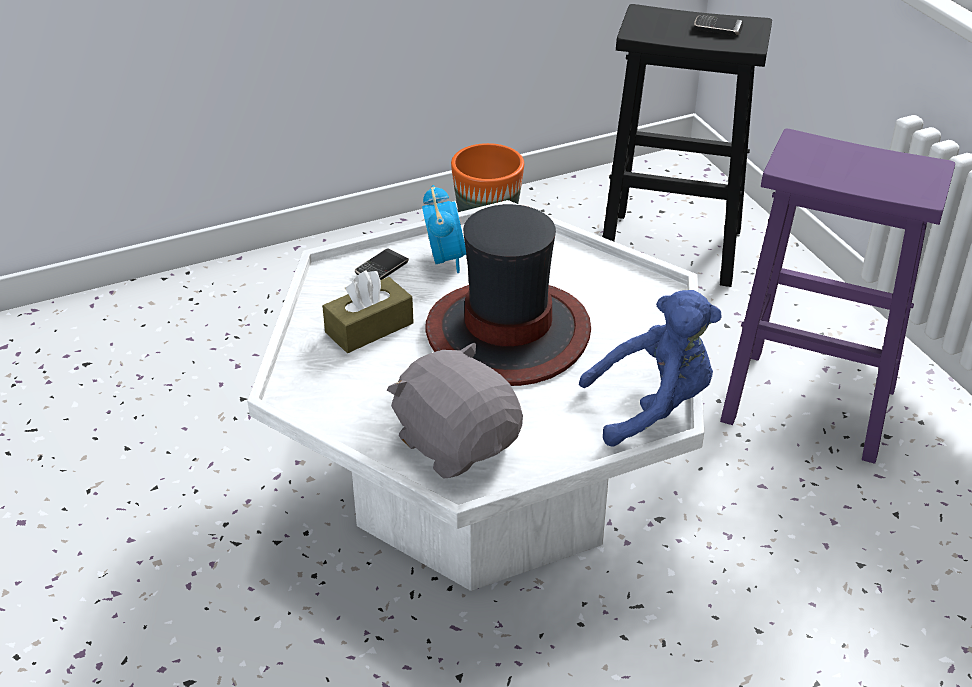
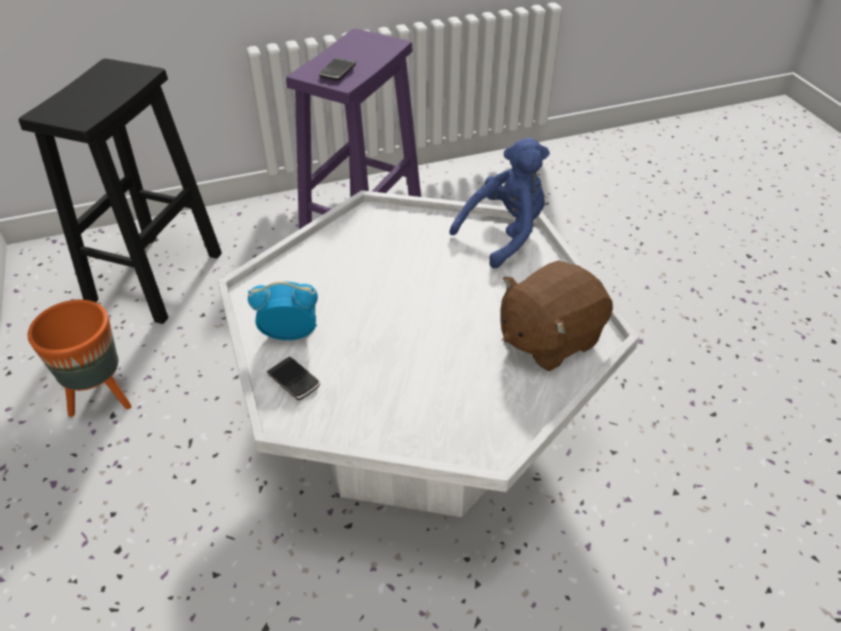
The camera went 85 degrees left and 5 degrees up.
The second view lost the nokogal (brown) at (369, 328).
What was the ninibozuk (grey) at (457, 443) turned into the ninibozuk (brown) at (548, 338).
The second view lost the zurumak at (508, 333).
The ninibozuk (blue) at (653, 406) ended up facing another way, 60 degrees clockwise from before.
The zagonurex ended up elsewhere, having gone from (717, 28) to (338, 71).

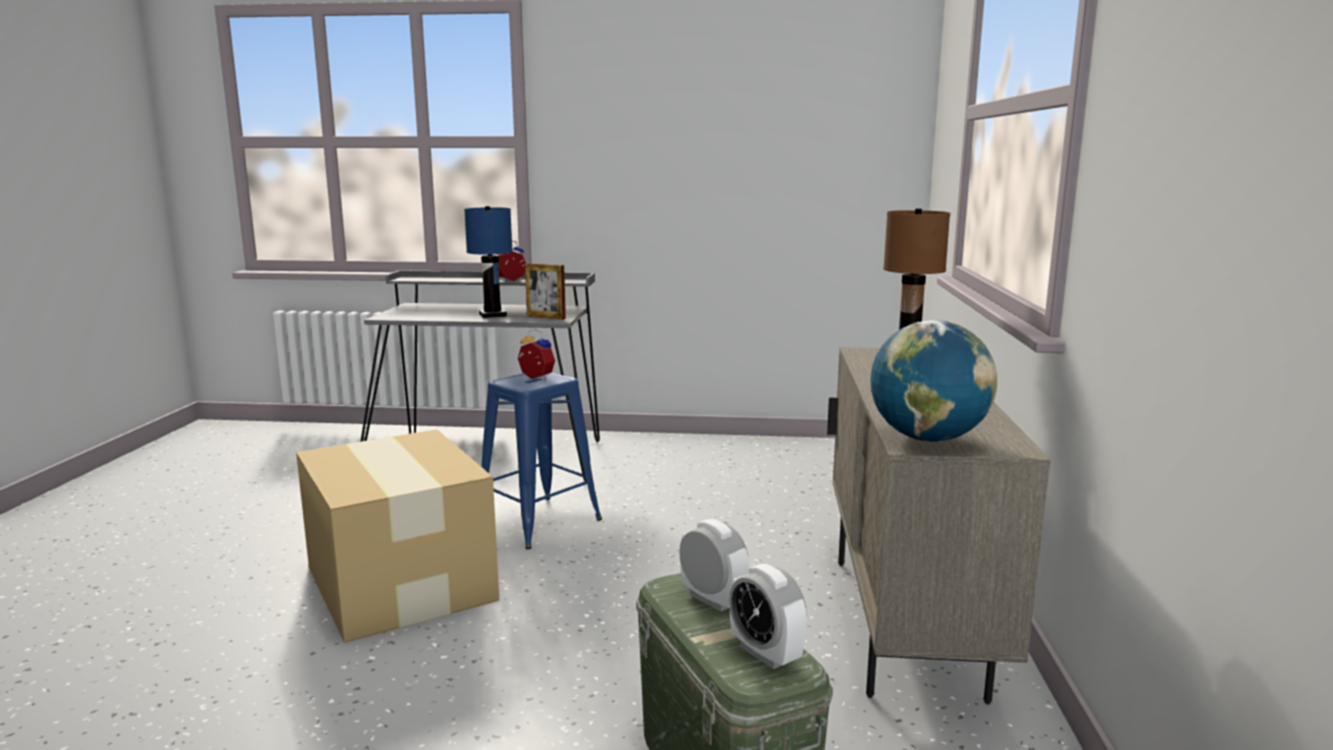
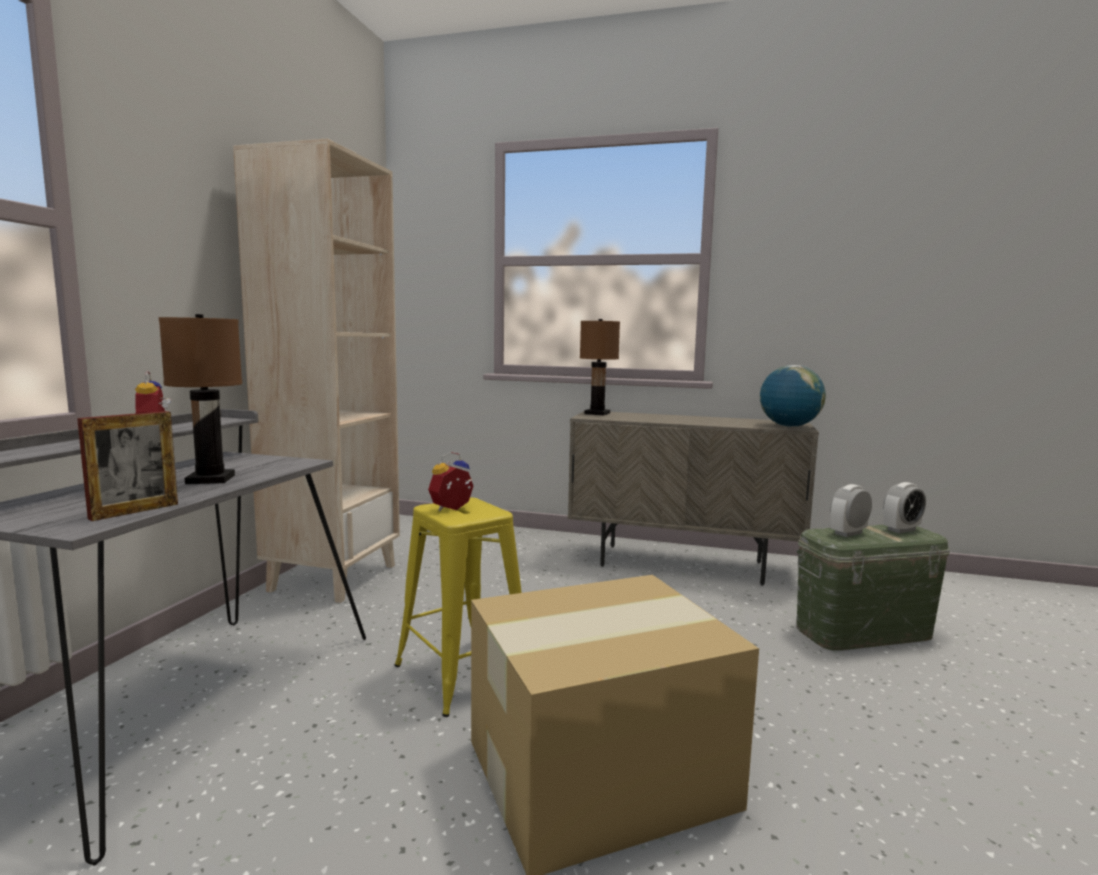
The camera went 80 degrees left and 5 degrees down.
What was the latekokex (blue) at (492, 315) turned into the latekokex (brown) at (211, 479).
What was the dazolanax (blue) at (538, 522) turned into the dazolanax (yellow) at (462, 674).
The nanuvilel ended up elsewhere, having gone from (546, 317) to (134, 511).
The second view gained the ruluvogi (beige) at (333, 577).

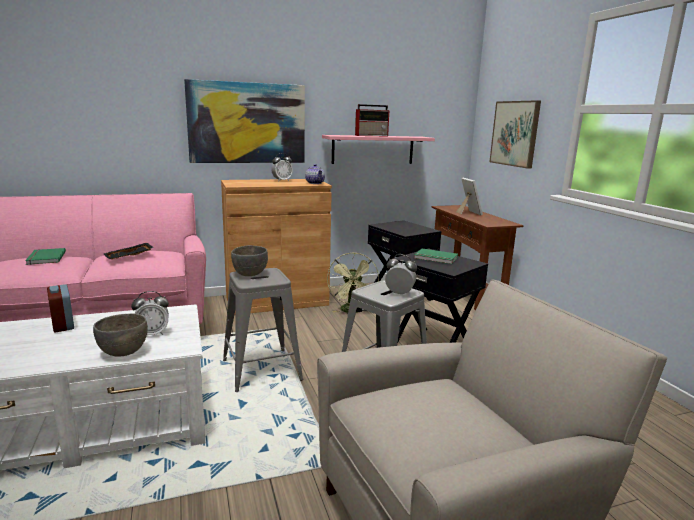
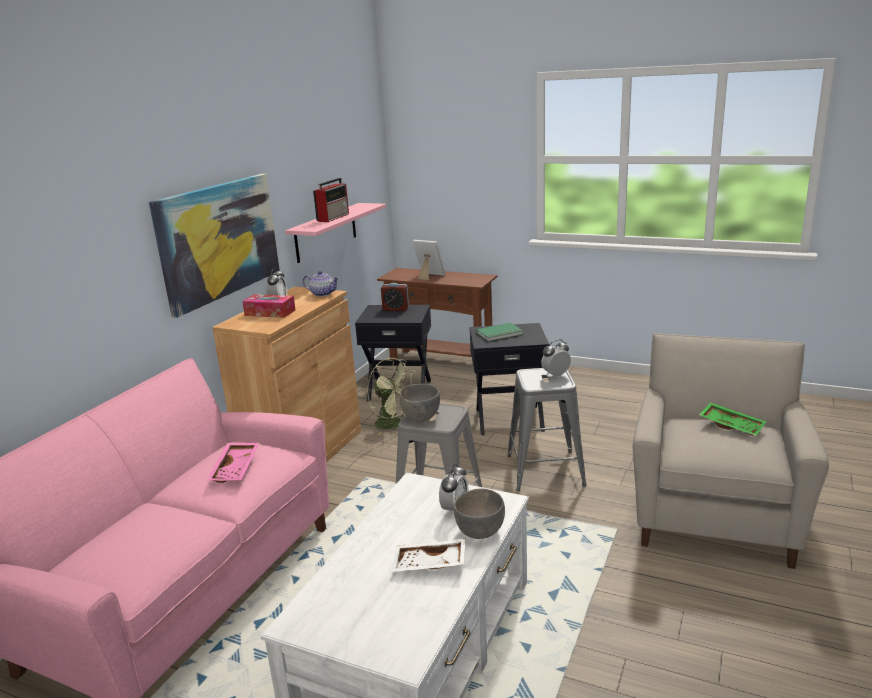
The camera went 45 degrees left and 5 degrees up.
The second view lost the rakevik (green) at (45, 258).
The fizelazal ended up elsewhere, having gone from (63, 325) to (395, 309).
What was the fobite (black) at (129, 257) turned into the fobite (pink) at (236, 468).
The second view lost the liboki at (515, 133).
The second view gained the nokogal at (270, 313).
The second view gained the fobite (white) at (429, 565).
The second view gained the fobite (green) at (731, 425).

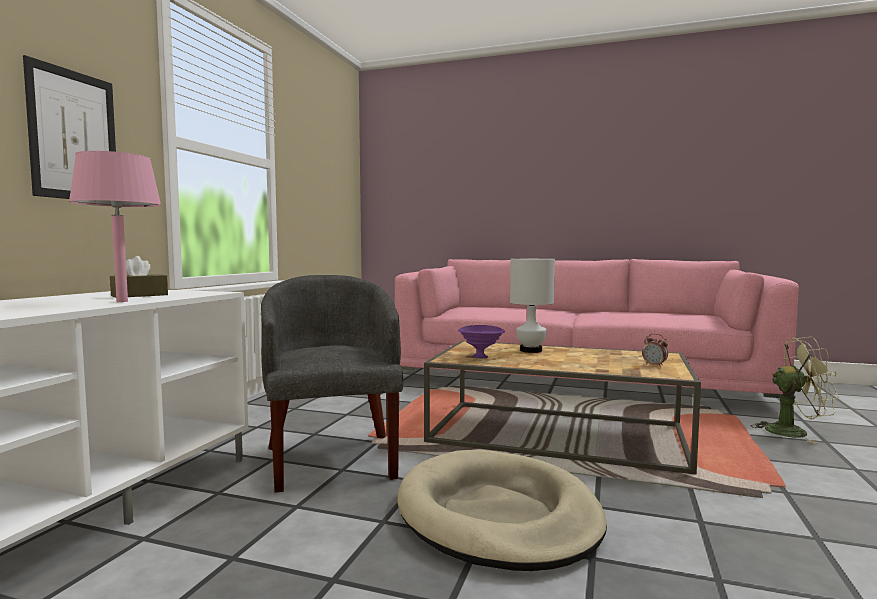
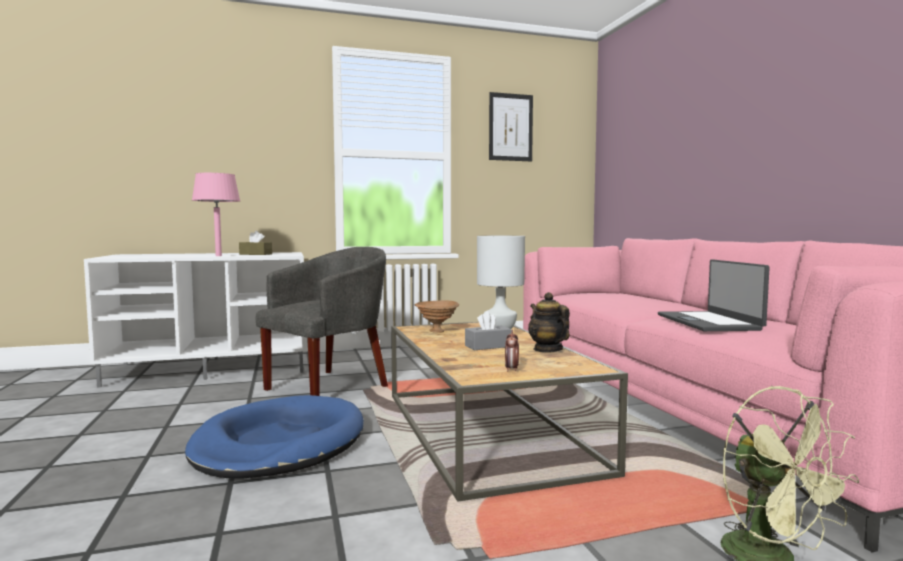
The camera went 55 degrees right and 0 degrees up.
The liboki ended up elsewhere, having gone from (74, 135) to (510, 127).
What was the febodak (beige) at (497, 515) turned into the febodak (blue) at (279, 443).
What was the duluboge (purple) at (481, 357) turned into the duluboge (brown) at (437, 331).
The second view gained the nokogal (grey) at (488, 346).
The second view gained the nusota at (547, 349).
The second view gained the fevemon at (708, 322).

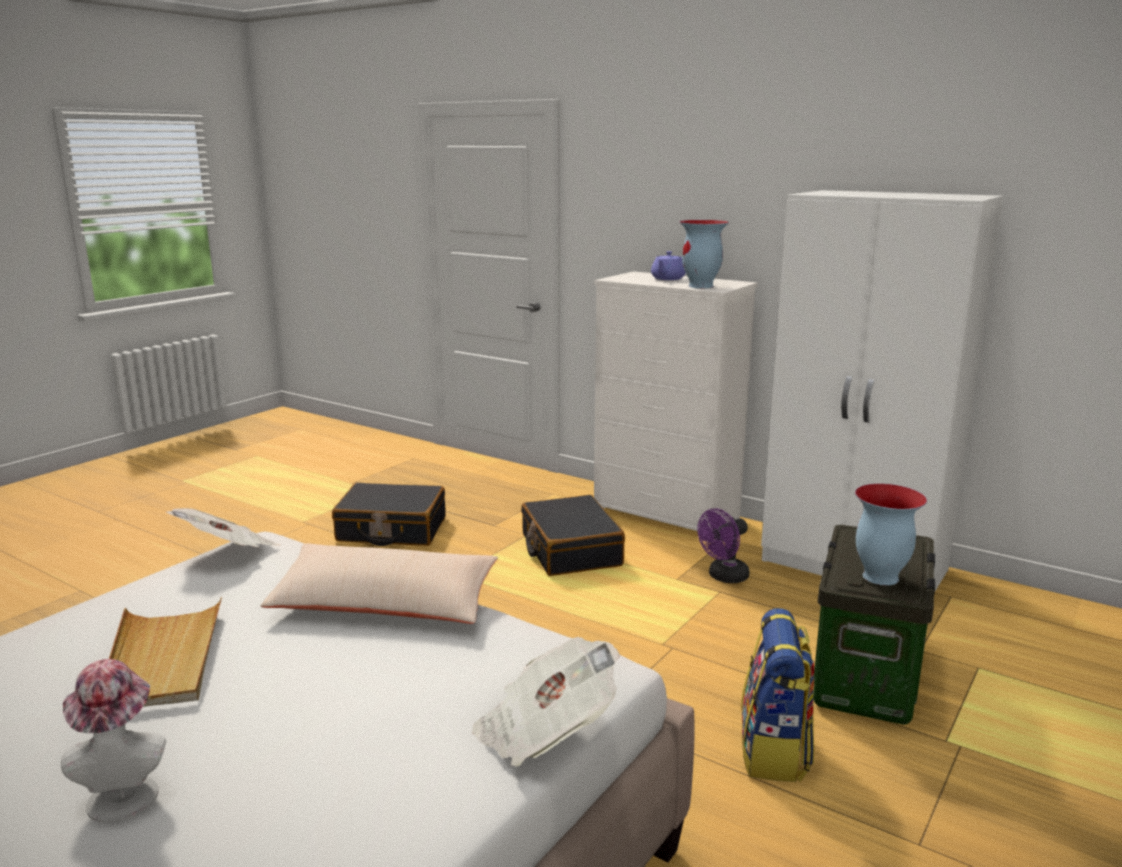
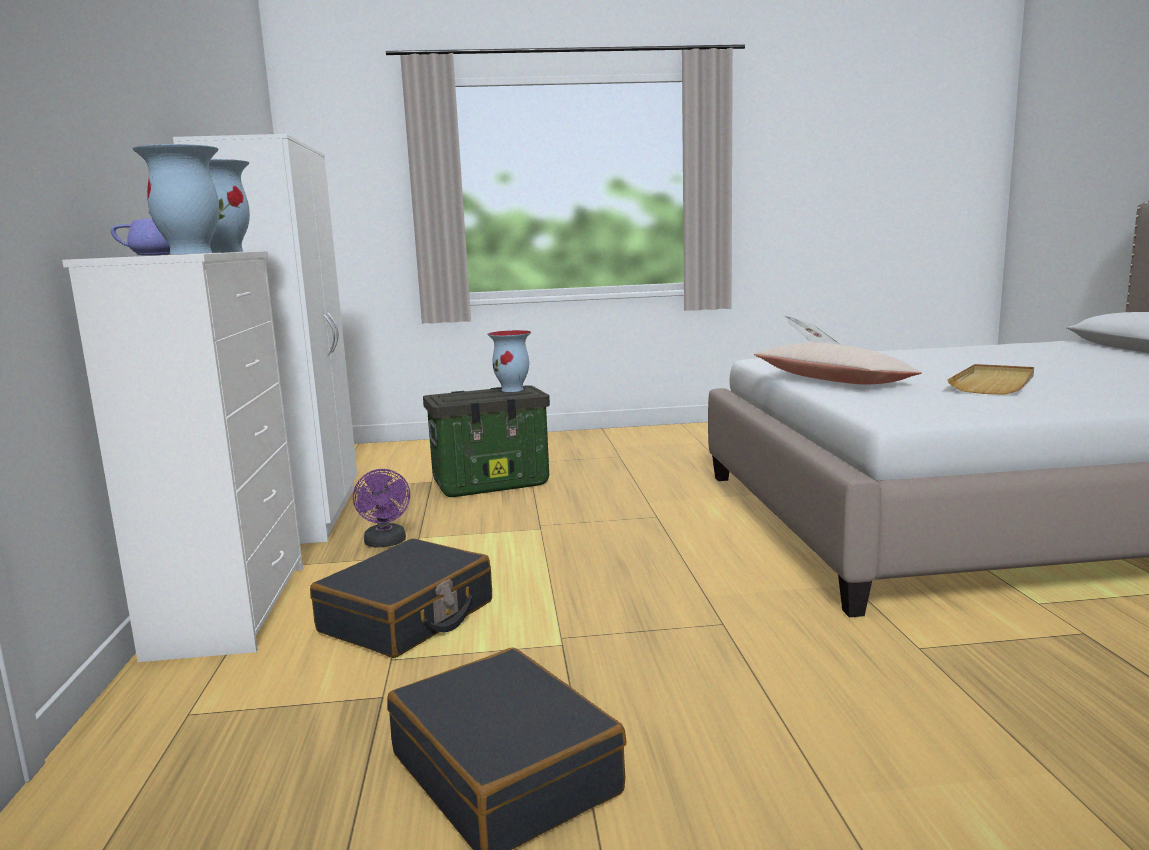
The camera went 130 degrees left and 5 degrees down.
The second view lost the zurumak at (123, 792).
The second view lost the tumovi at (228, 552).
The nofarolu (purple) at (724, 577) ended up facing another way, 60 degrees clockwise from before.
The second view lost the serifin at (774, 752).
The second view gained the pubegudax at (191, 253).

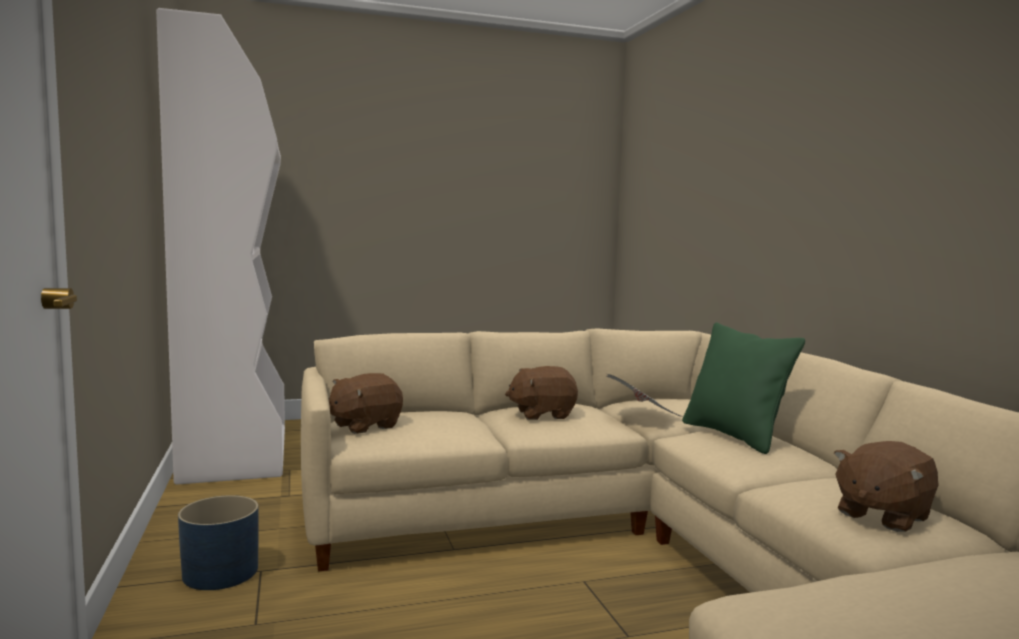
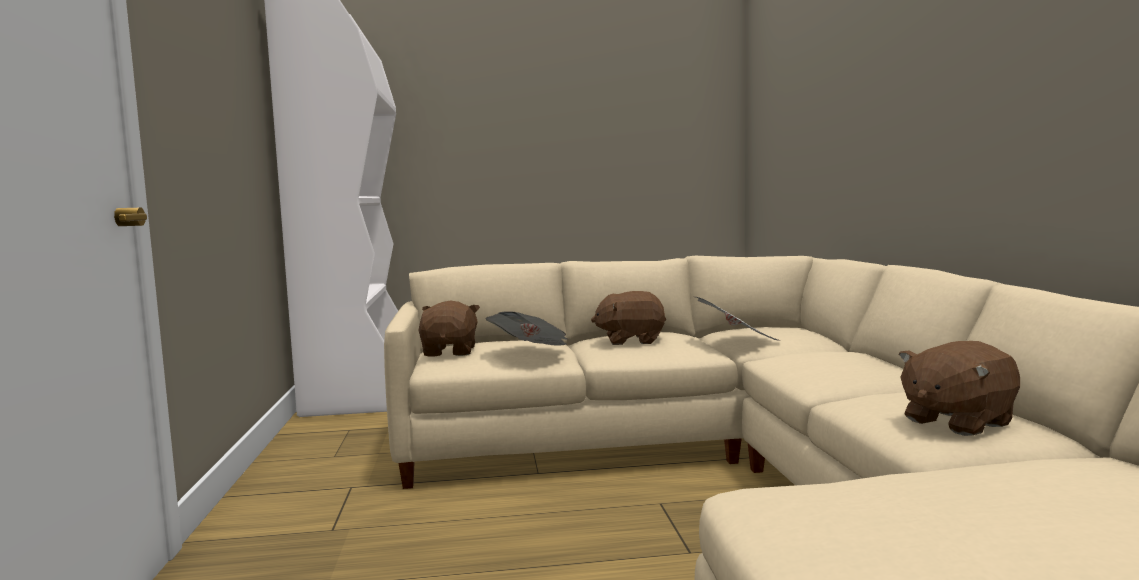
The camera went 10 degrees right and 0 degrees up.
The second view lost the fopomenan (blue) at (220, 572).
The ninibozuk (brown) at (364, 426) ended up facing another way, 120 degrees clockwise from before.
The second view lost the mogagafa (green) at (734, 435).
The second view gained the tumovi at (532, 352).

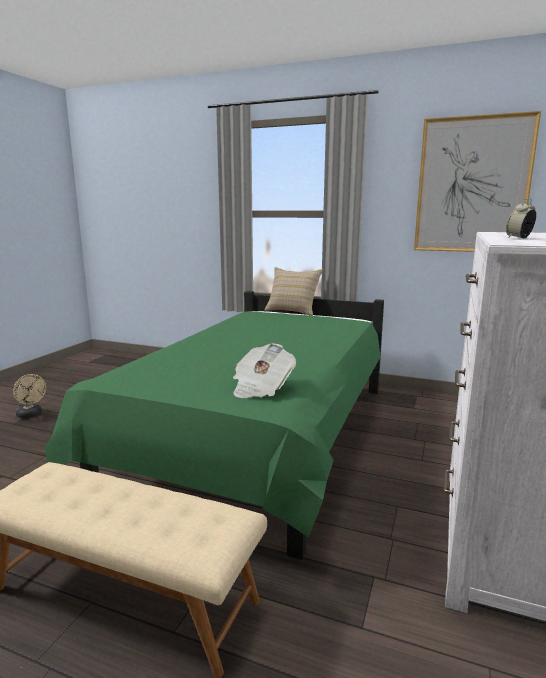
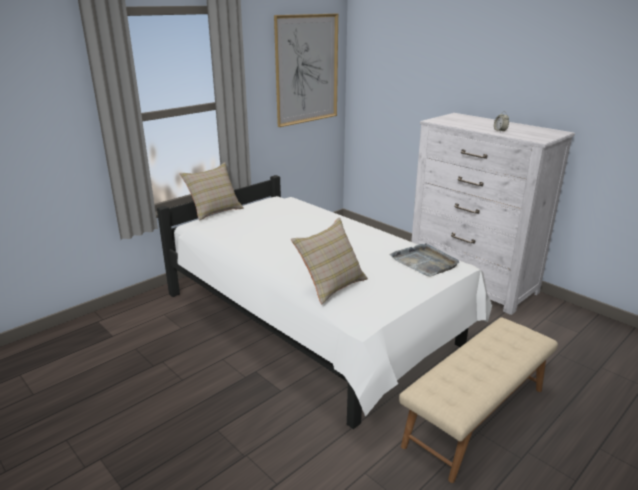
The camera went 65 degrees left and 10 degrees up.
The second view lost the nofarolu (beige) at (31, 415).
What was the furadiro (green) at (260, 439) turned into the furadiro (white) at (314, 322).
Where the tumovi stood at (261, 388), the fobite (grey) came to stand at (424, 262).
The second view gained the mogagafa (beige) at (331, 285).

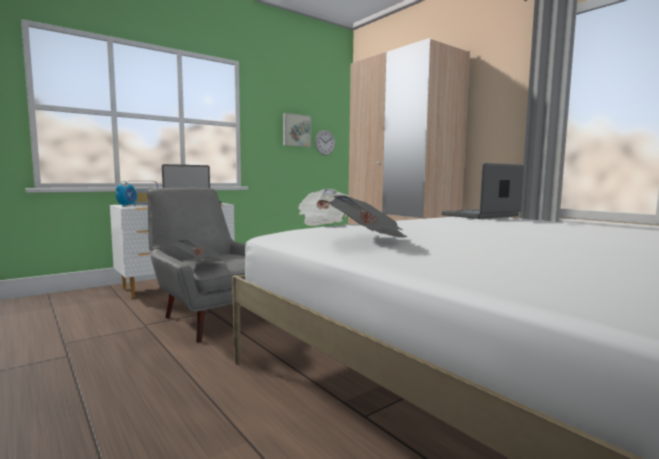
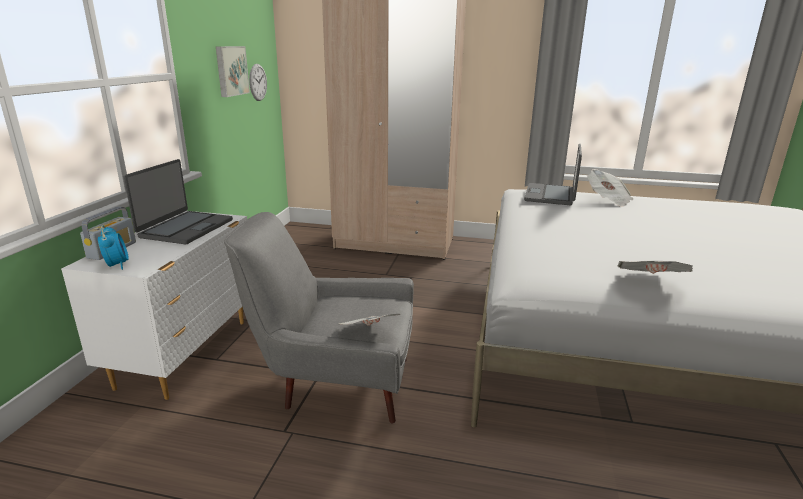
The camera went 40 degrees left and 15 degrees up.
The tumovi ended up elsewhere, having gone from (323, 222) to (608, 200).

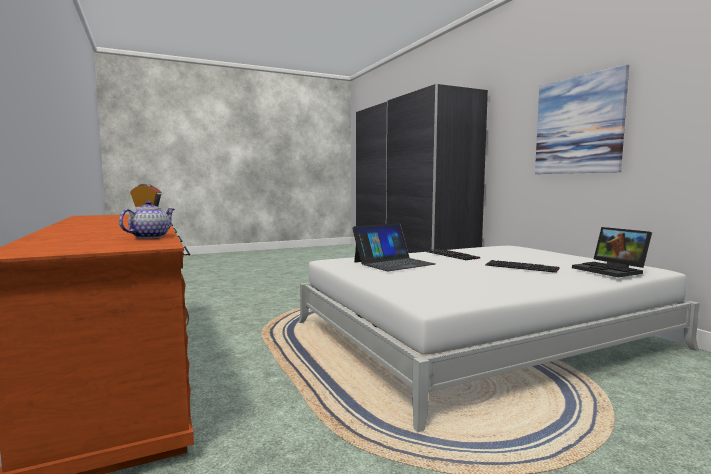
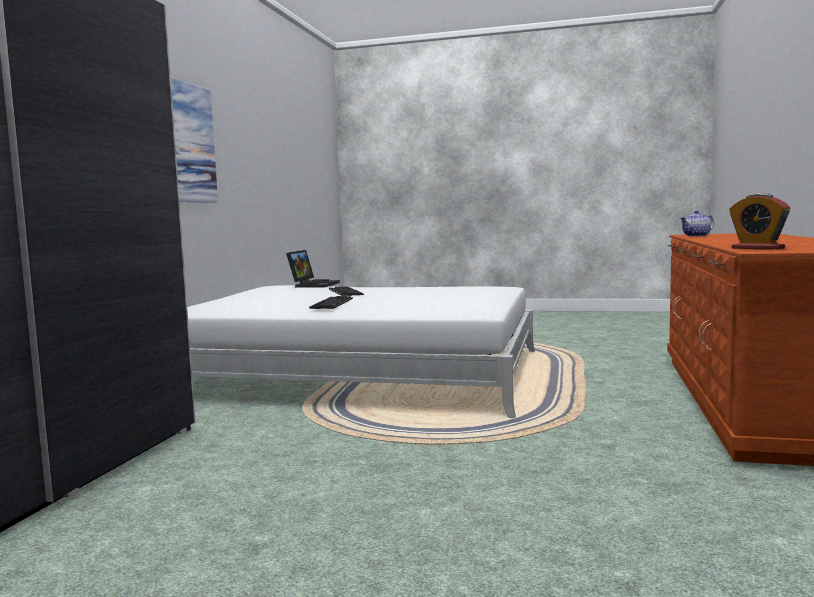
The camera went 140 degrees left and 0 degrees up.
The second view lost the fevemon at (393, 263).

